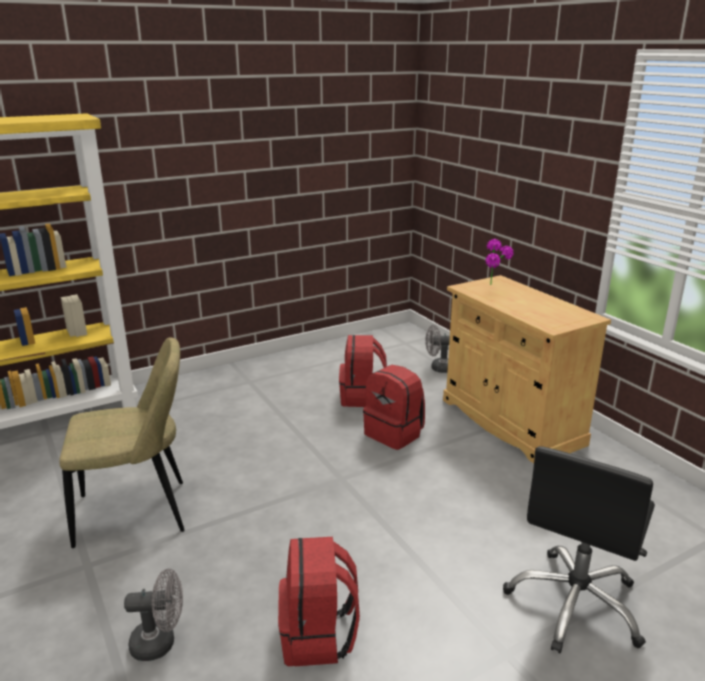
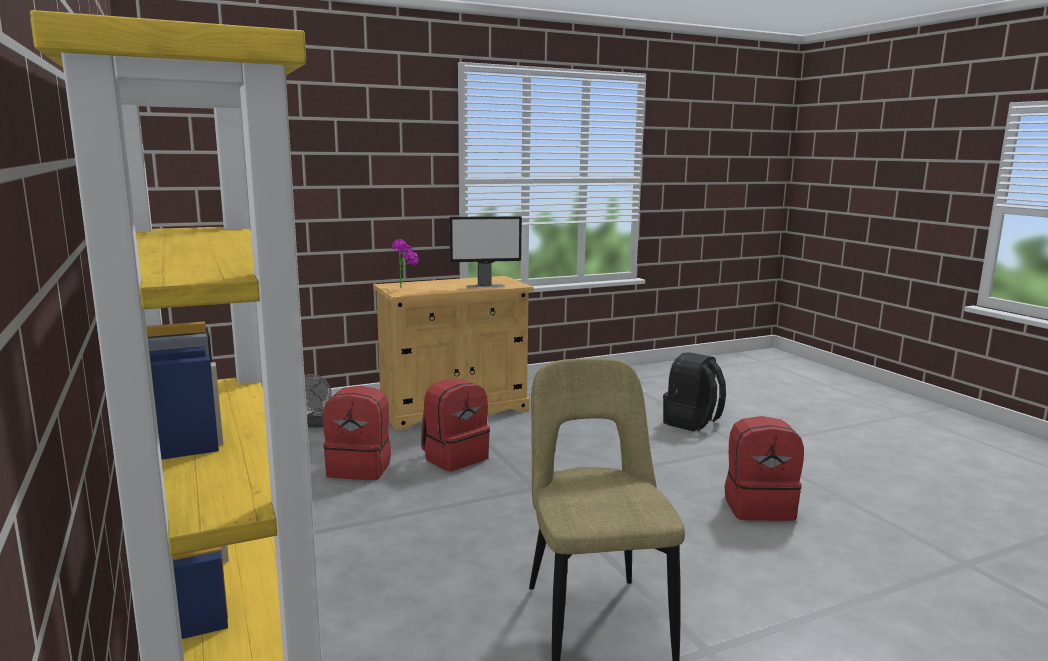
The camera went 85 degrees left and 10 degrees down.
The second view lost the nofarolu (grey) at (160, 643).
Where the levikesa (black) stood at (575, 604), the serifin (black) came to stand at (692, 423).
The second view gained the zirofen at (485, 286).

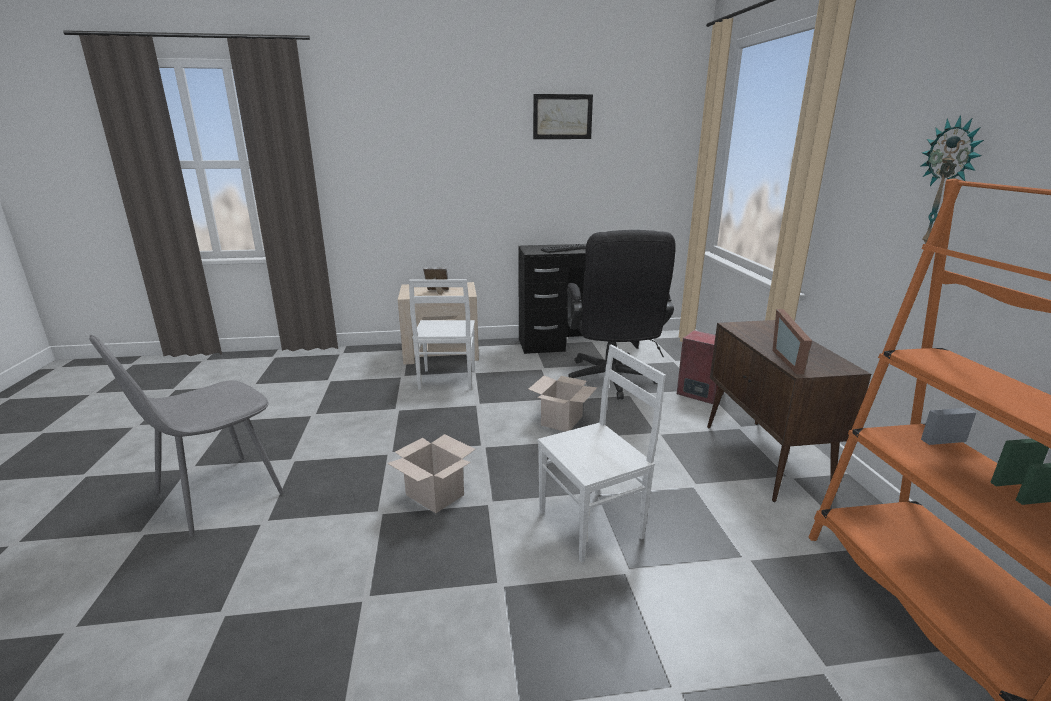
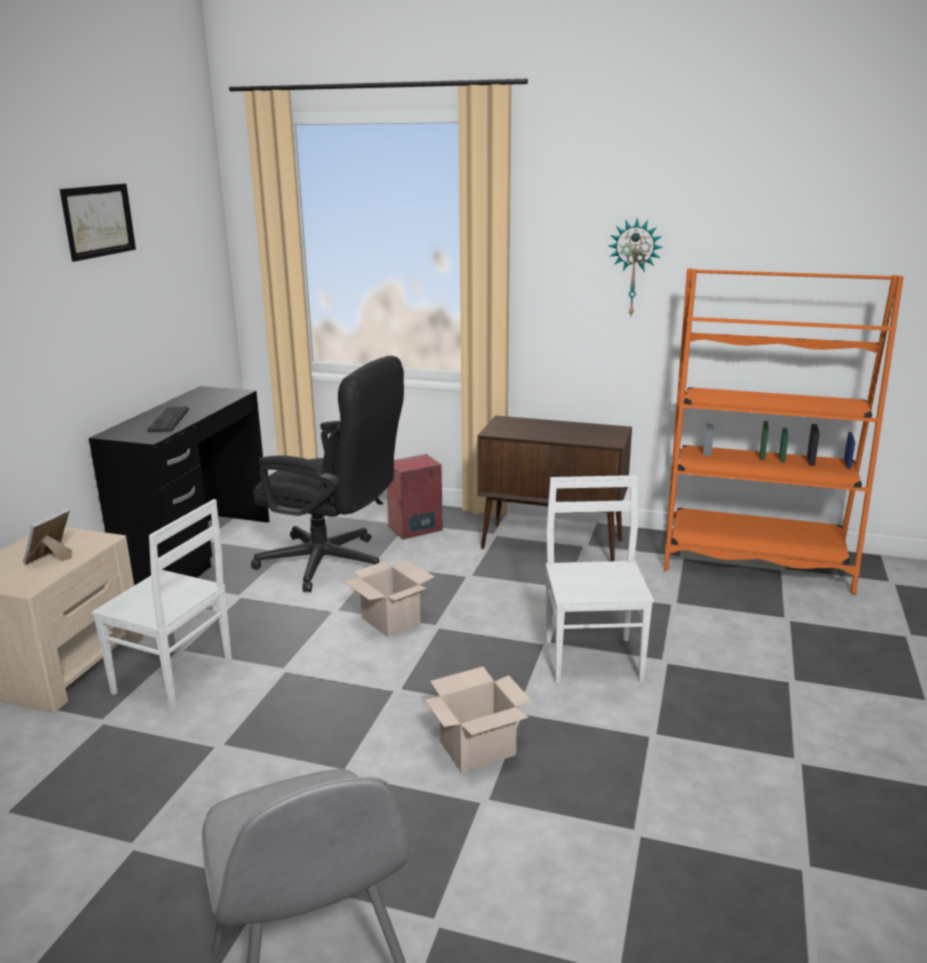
The camera went 65 degrees left and 0 degrees up.
The second view lost the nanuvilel at (792, 360).

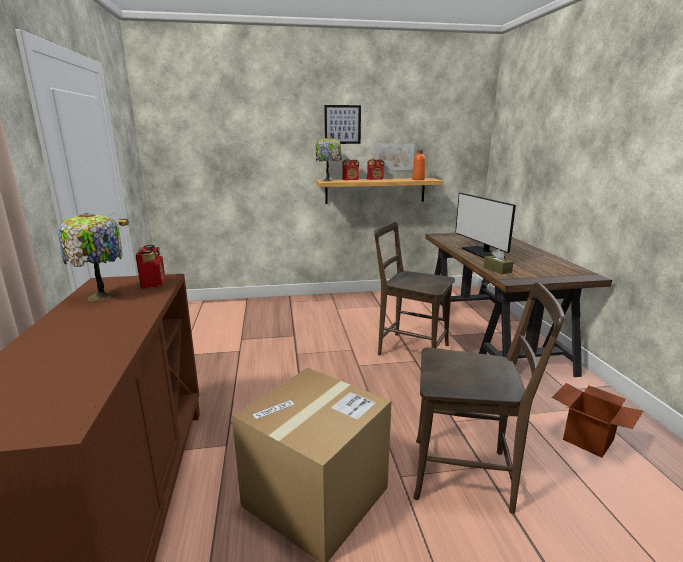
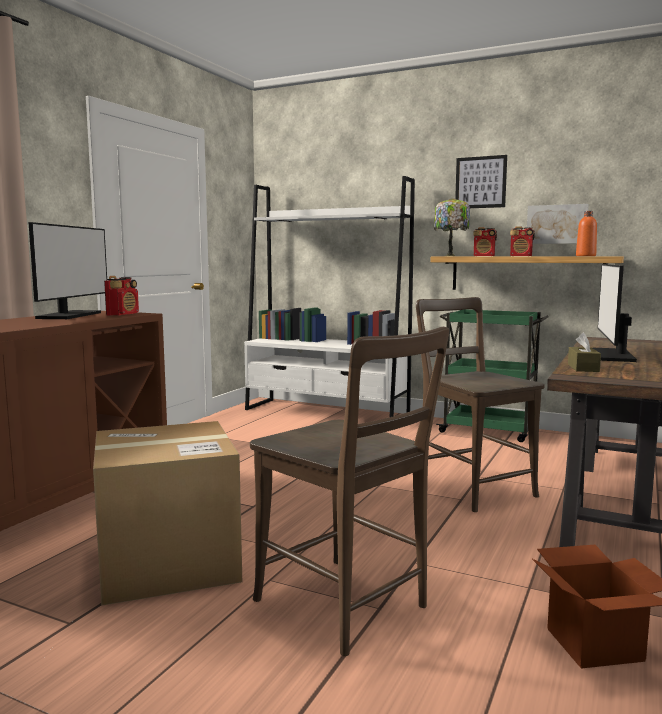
The camera went 35 degrees right and 10 degrees down.
Where the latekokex stood at (100, 297), the zirofen came to stand at (69, 315).
The second view gained the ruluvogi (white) at (326, 413).
The second view gained the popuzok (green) at (489, 431).

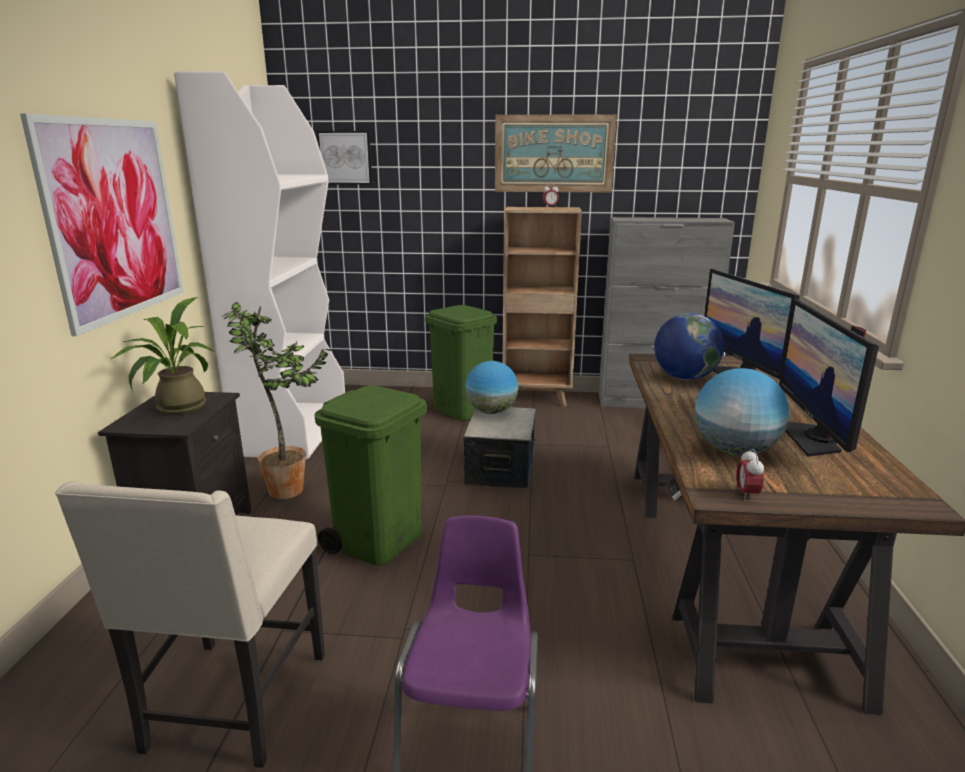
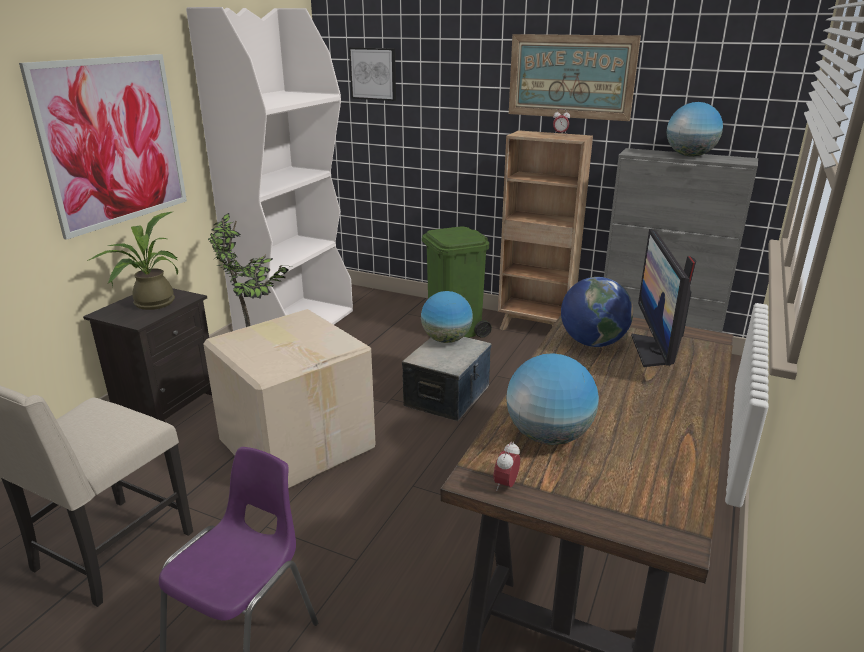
The camera went 20 degrees right and 5 degrees up.
Where the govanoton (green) stood at (379, 540), the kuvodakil came to stand at (298, 443).
The second view lost the zirofen at (812, 439).
The second view gained the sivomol at (690, 156).

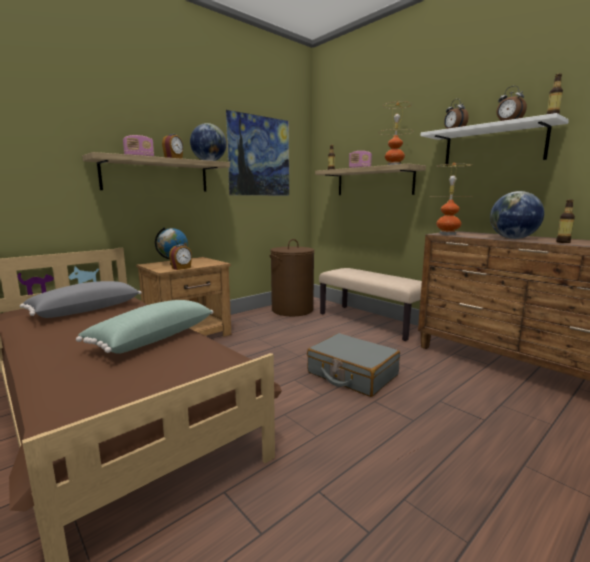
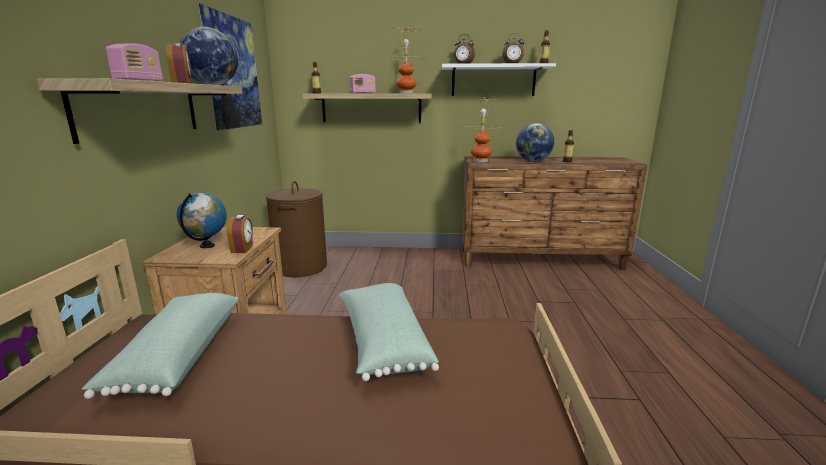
The camera went 45 degrees left and 5 degrees up.
What was the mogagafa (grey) at (85, 310) turned into the mogagafa (green) at (176, 356).
The second view lost the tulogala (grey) at (352, 374).
The second view lost the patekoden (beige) at (371, 322).

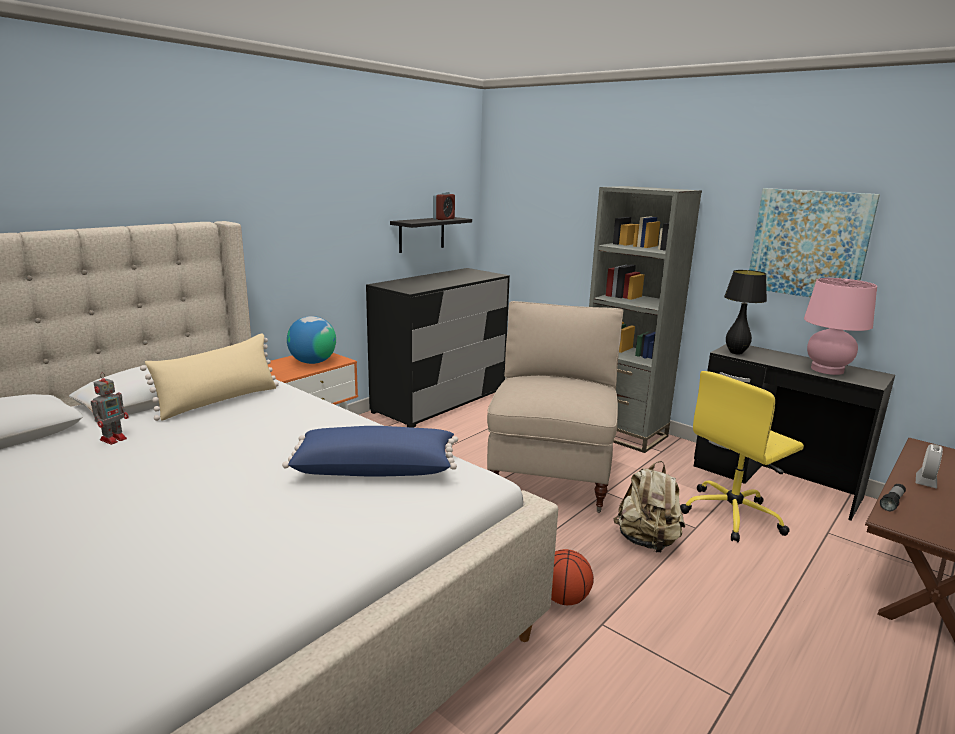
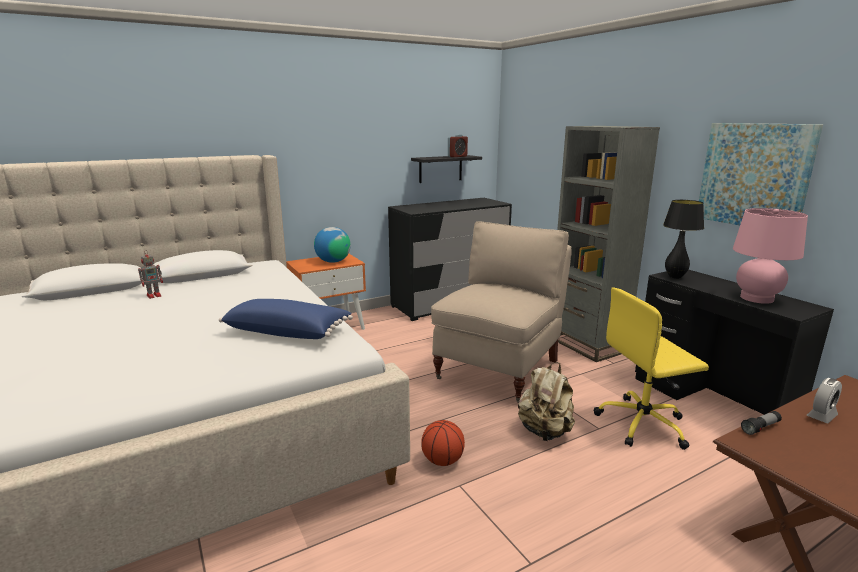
The camera went 20 degrees right and 0 degrees up.
The second view lost the mogagafa (beige) at (219, 401).

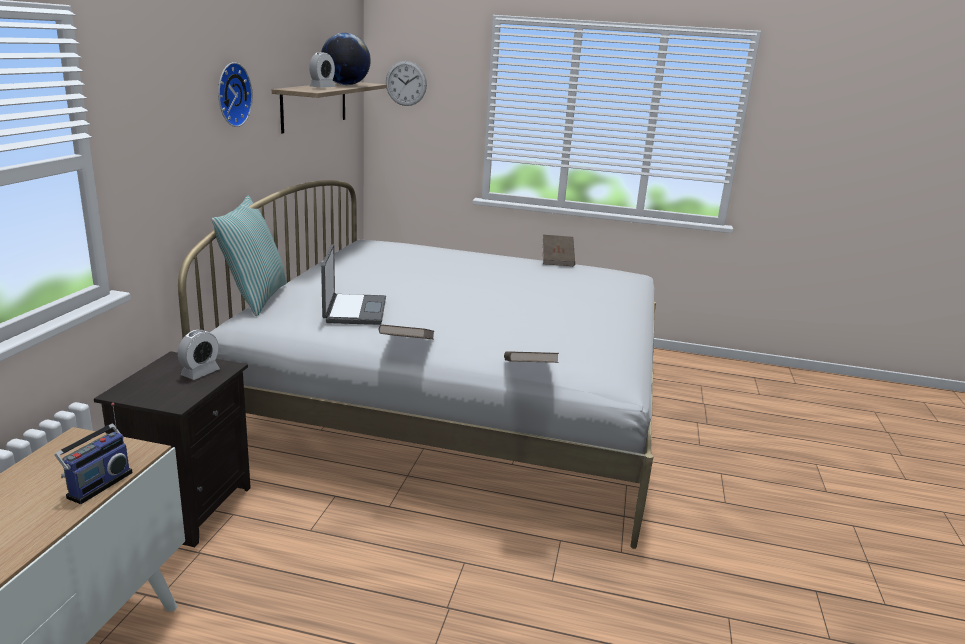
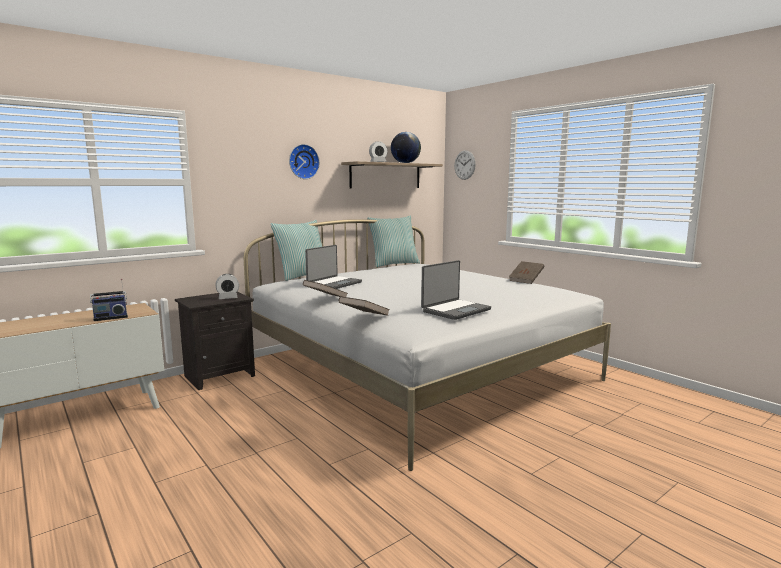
The camera went 40 degrees right and 10 degrees down.
The second view gained the mogagafa at (393, 264).
The second view gained the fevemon at (455, 310).

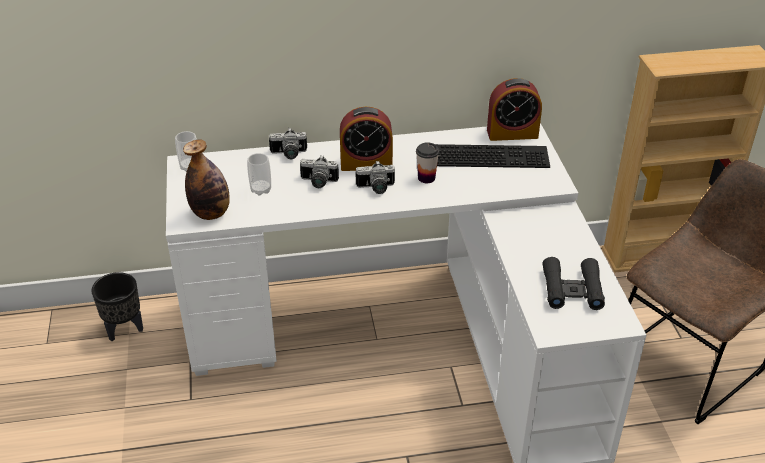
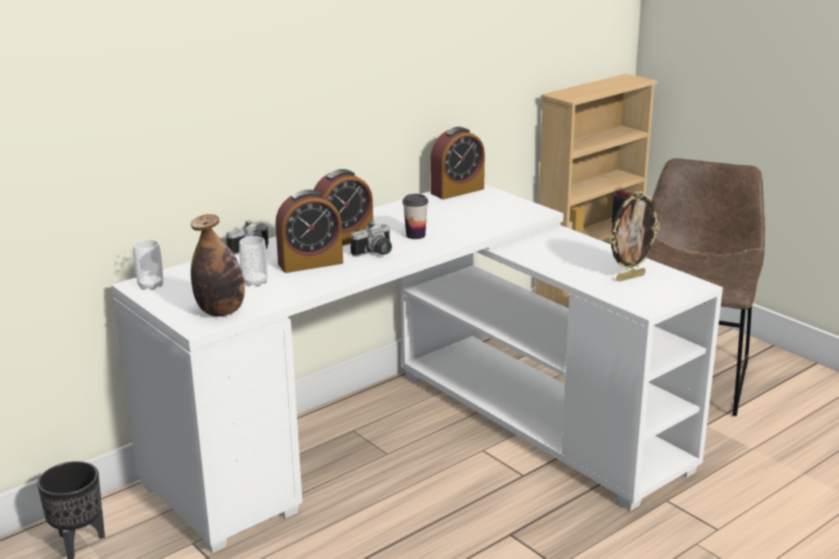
The camera went 30 degrees left and 15 degrees down.
Where the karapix stood at (318, 182), the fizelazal came to stand at (310, 263).
The second view lost the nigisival at (489, 155).
Where the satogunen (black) stood at (572, 289), the nanuvilel came to stand at (630, 277).

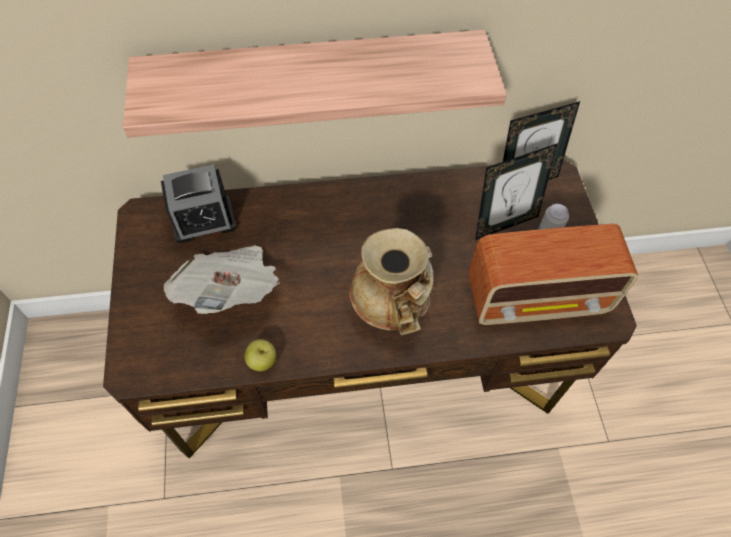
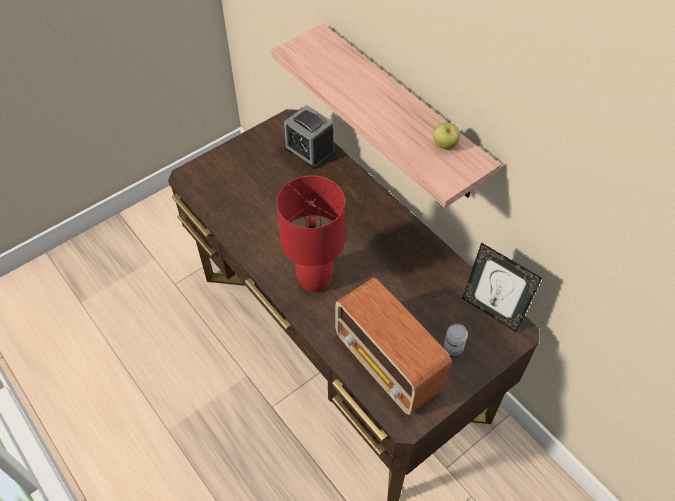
The camera went 60 degrees right and 5 degrees down.
The second view lost the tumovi at (231, 290).
The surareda ended up elsewhere, having gone from (262, 361) to (445, 145).
Where the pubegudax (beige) stood at (392, 310), the latekokex (red) came to stand at (315, 280).
The second view lost the nanuvilel at (504, 223).

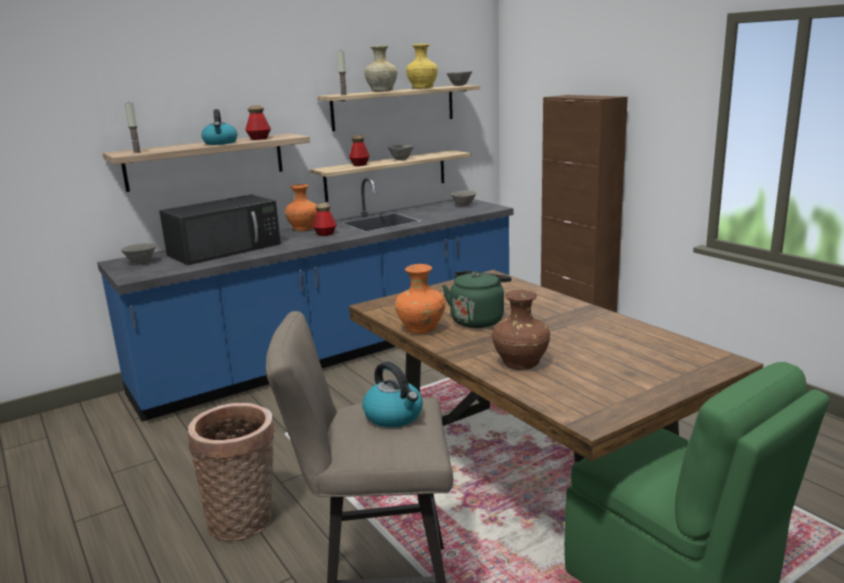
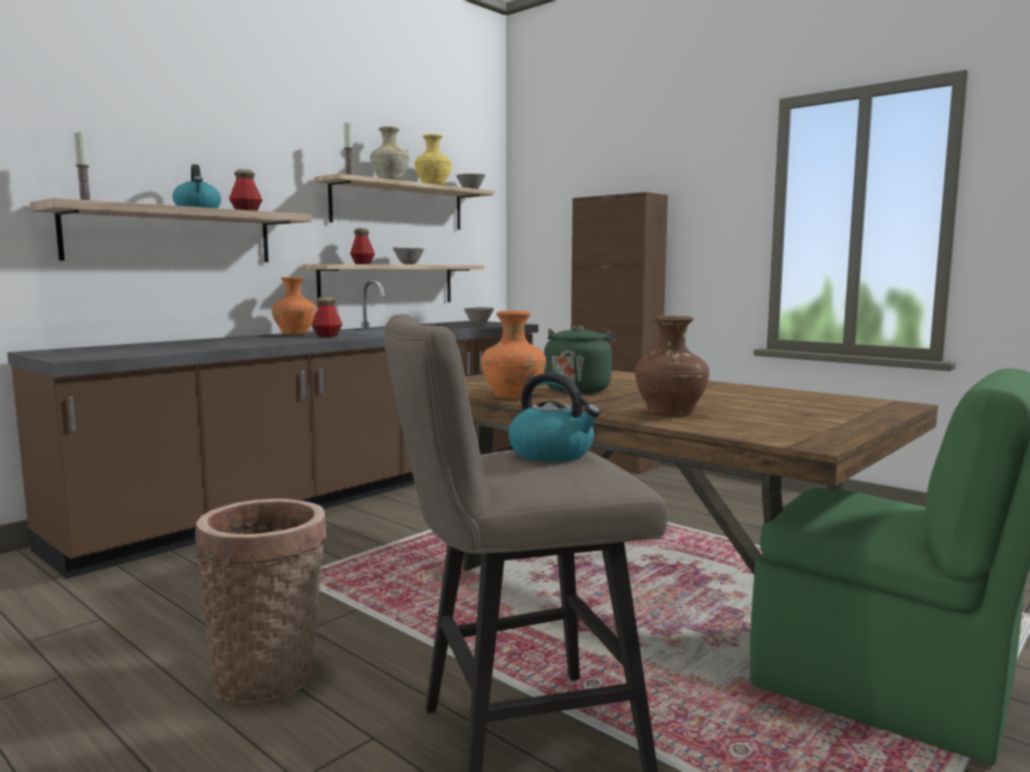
The camera went 15 degrees left and 10 degrees down.
What was the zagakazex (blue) at (336, 353) turned into the zagakazex (brown) at (333, 495).
The second view lost the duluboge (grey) at (141, 263).
The second view lost the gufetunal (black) at (226, 249).

